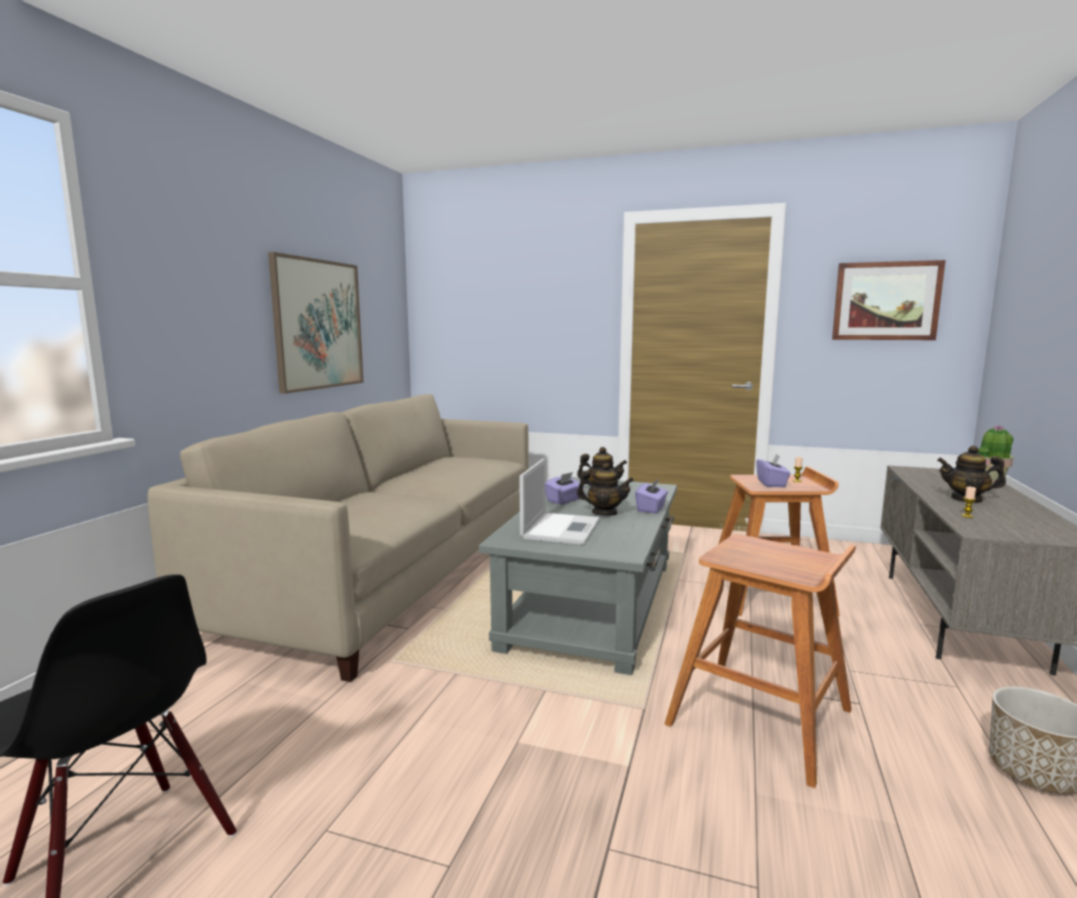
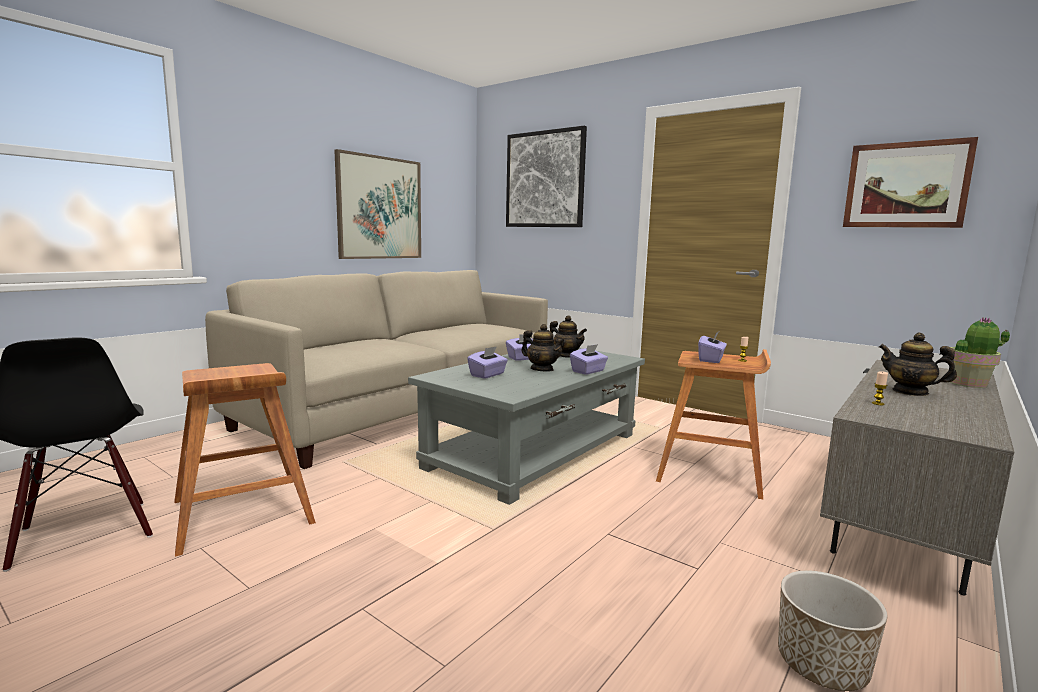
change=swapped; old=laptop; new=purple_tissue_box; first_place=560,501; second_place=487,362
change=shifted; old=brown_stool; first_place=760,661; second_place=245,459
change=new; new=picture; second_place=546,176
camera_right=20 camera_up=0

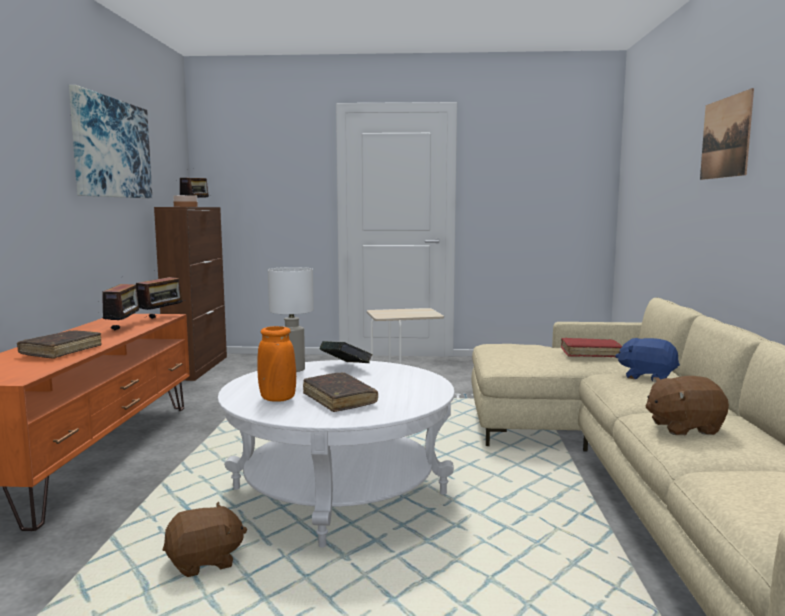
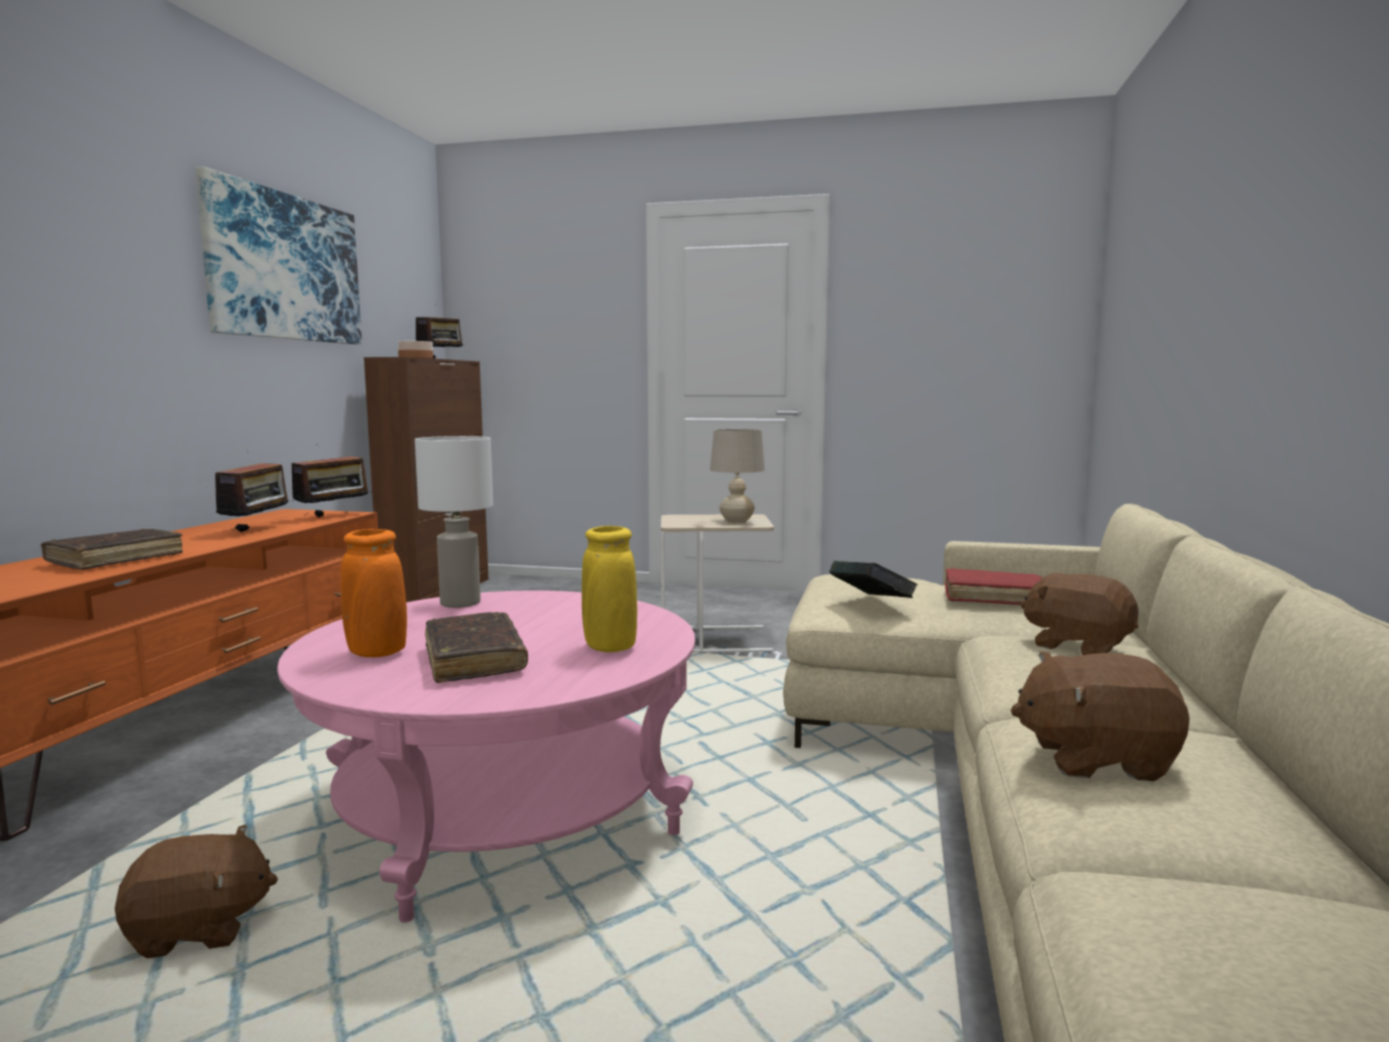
change=gone; old=picture; first_place=727,134
change=repainted; old=blue_plush_toy; new=brown_plush_toy; first_place=648,360; second_place=1079,614
change=shifted; old=book; first_place=346,352; second_place=873,579
change=repainted; old=white_coffee_table; new=pink_coffee_table; first_place=336,453; second_place=486,756
change=new; new=beige_table_lamp; second_place=737,476
change=new; new=yellow_vase; second_place=609,589
camera_right=10 camera_up=0

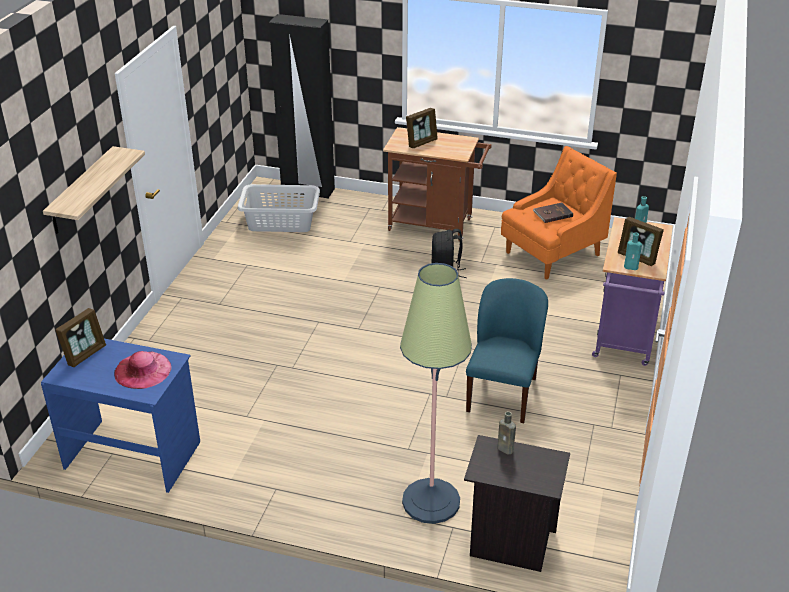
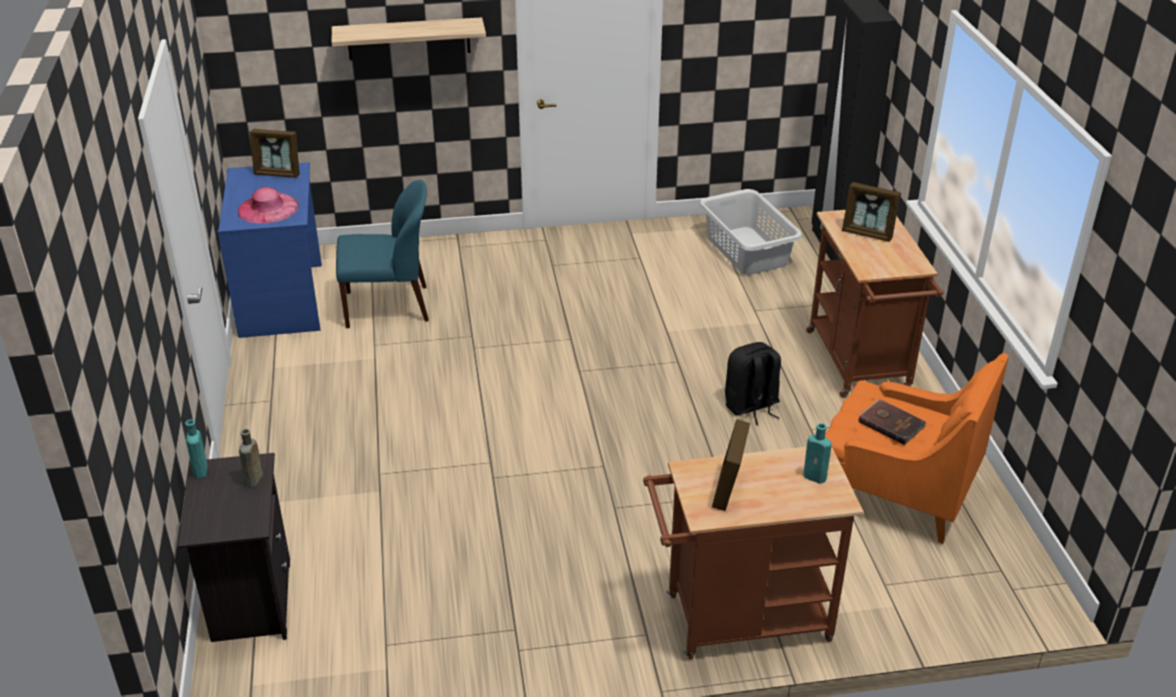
change=repainted; old=purple_cart; new=brown_cart; first_place=632,291; second_place=753,552
change=shifted; old=turquoise_bottle; first_place=633,251; second_place=196,449
change=gone; old=floor_lamp; first_place=436,393
change=shifted; old=blue_chair; first_place=507,350; second_place=382,254
camera_right=65 camera_up=0

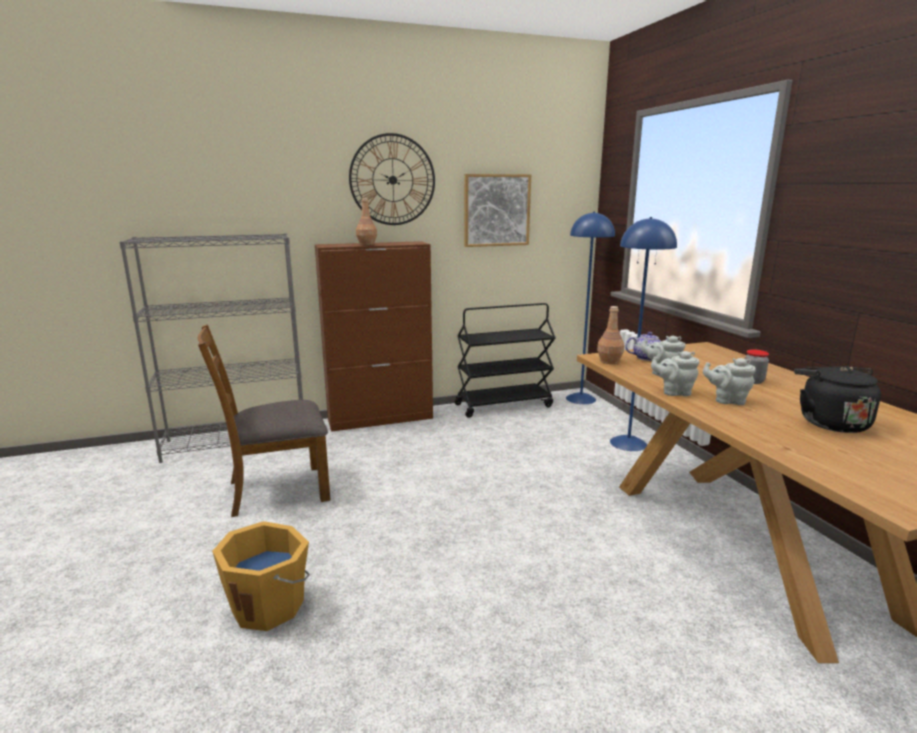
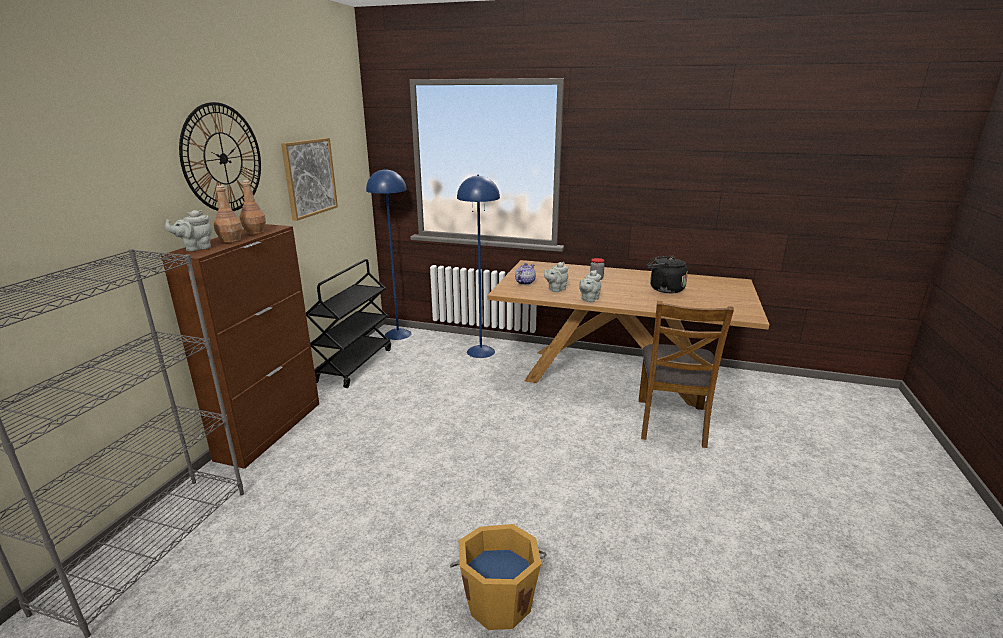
change=shifted; old=brown_bottle; first_place=610,335; second_place=252,207
change=shifted; old=brown_chair; first_place=264,420; second_place=686,374
change=shifted; old=grey_teapot; first_place=729,381; second_place=188,230
camera_right=-55 camera_up=5

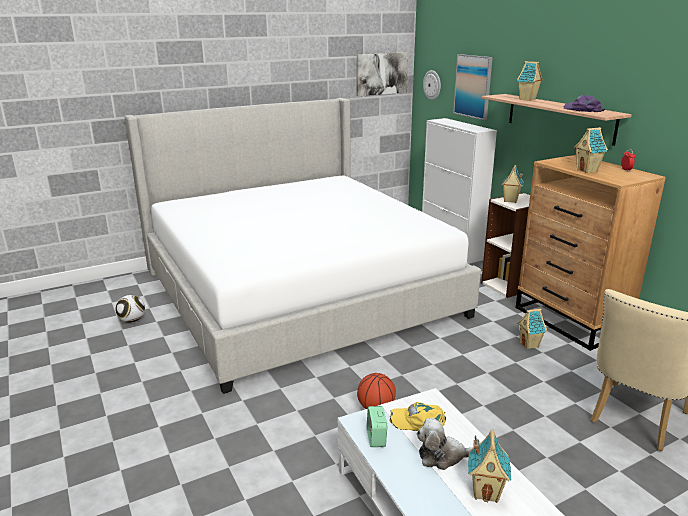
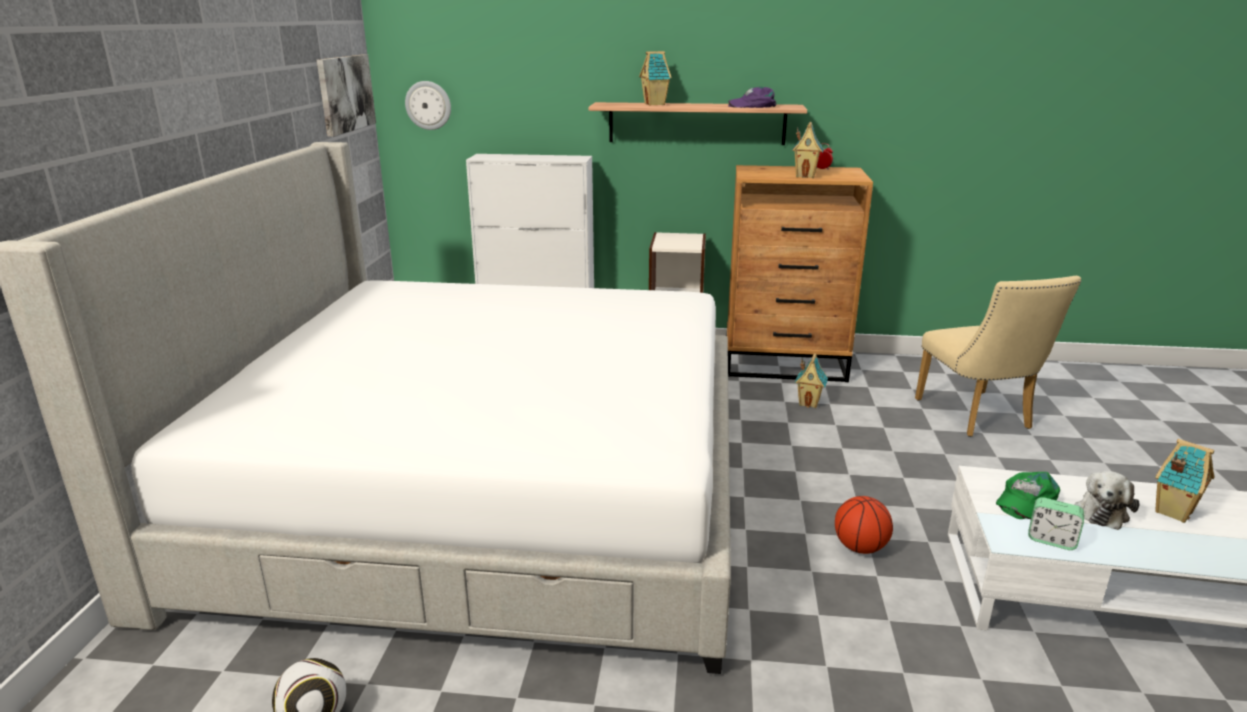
change=gone; old=picture; first_place=473,87
change=gone; old=toy_house; first_place=512,184
change=repainted; old=yellow_cap; new=green_cap; first_place=418,416; second_place=1028,495
camera_right=-55 camera_up=0

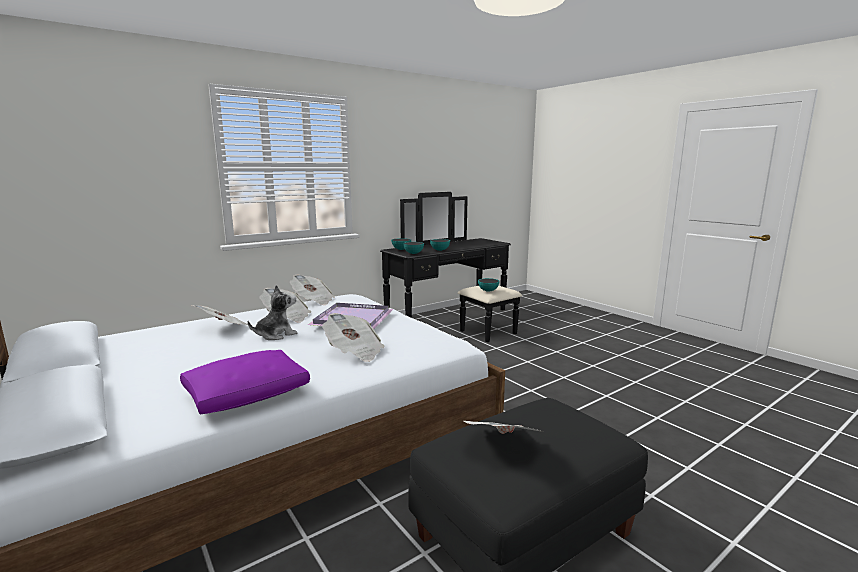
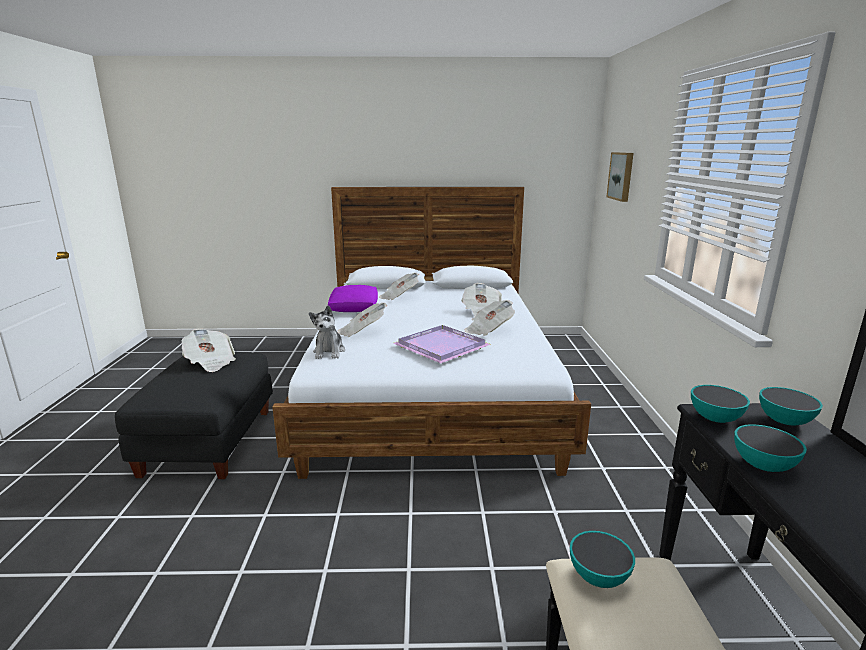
change=shifted; old=newspaper; first_place=312,290; second_place=399,286
change=shifted; old=plush_toy; first_place=272,312; second_place=327,332
change=new; new=picture; second_place=620,177
camera_right=125 camera_up=5

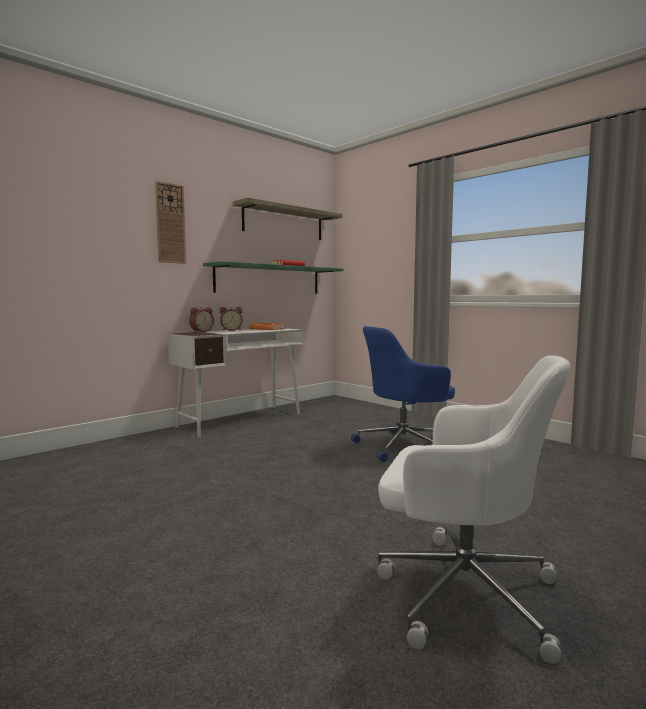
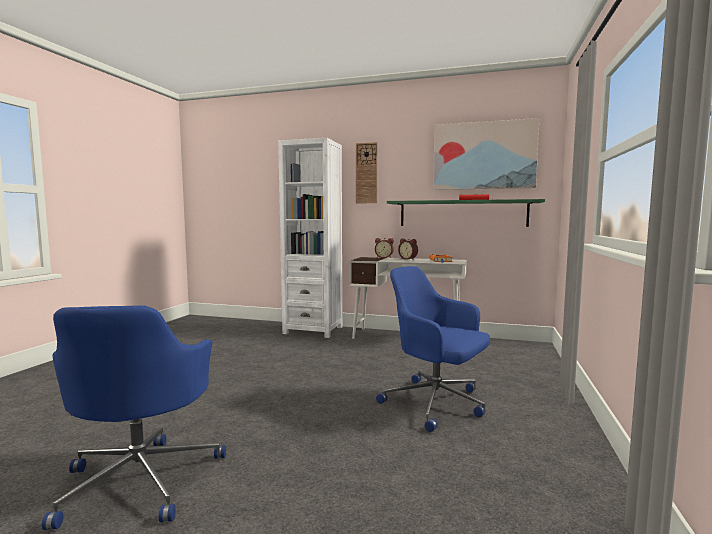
change=swapped; old=shelf; new=picture; first_place=287,218; second_place=486,154
change=repainted; old=white_office_chair; new=blue_office_chair; first_place=474,509; second_place=134,417
change=new; new=white_bookcase; second_place=310,238
camera_right=60 camera_up=0

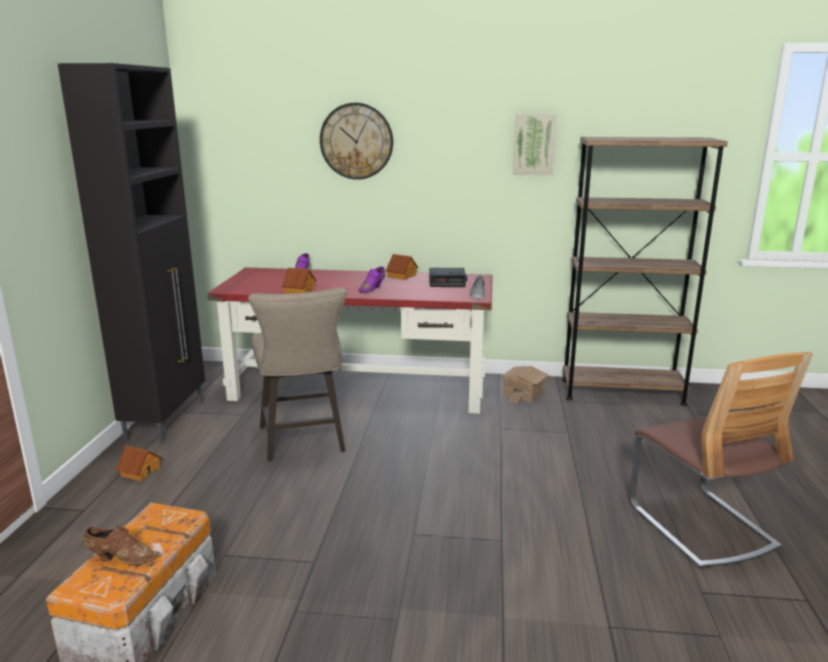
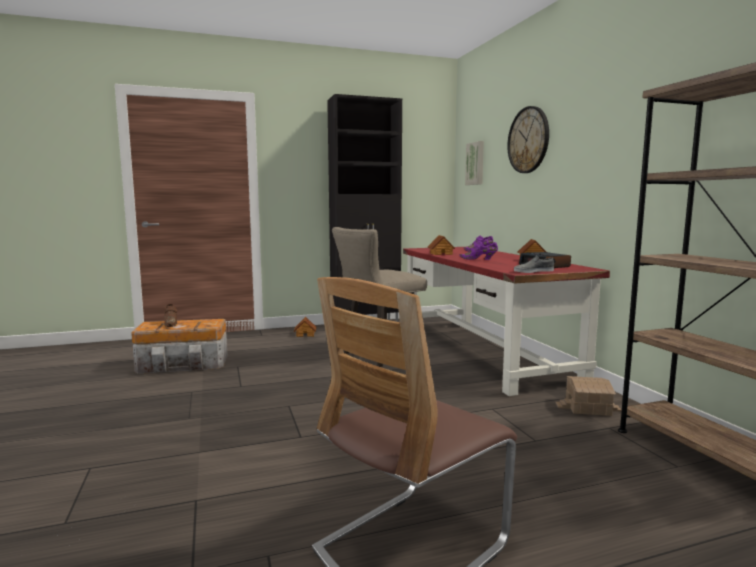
change=shifted; old=picture; first_place=535,144; second_place=474,163
camera_right=65 camera_up=-10

